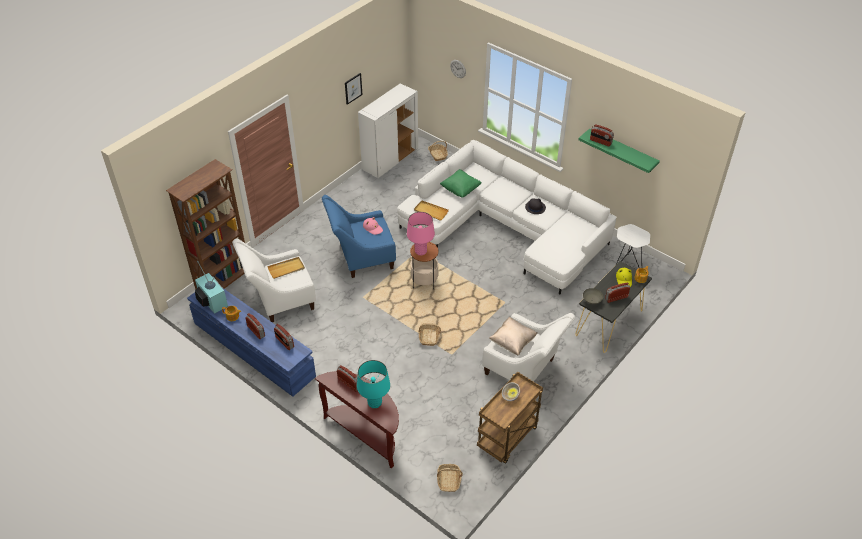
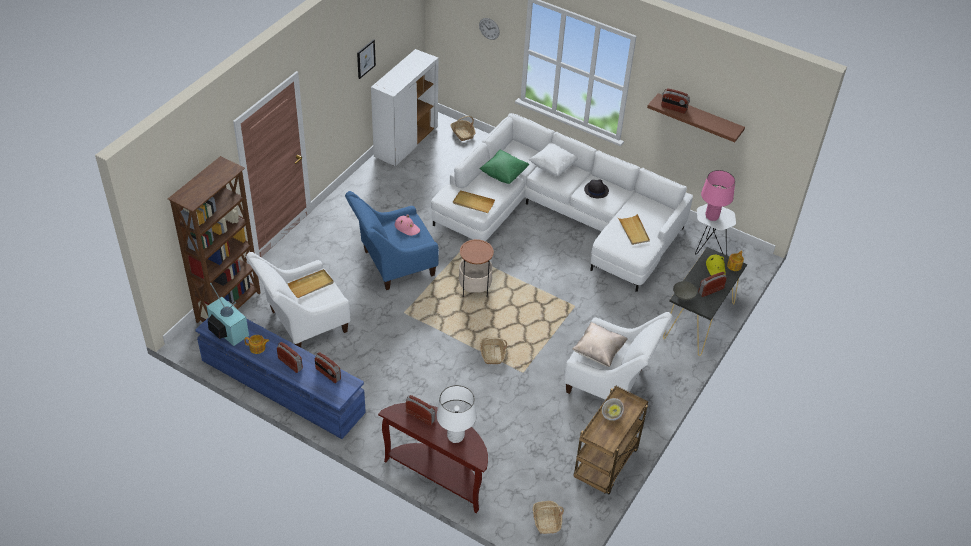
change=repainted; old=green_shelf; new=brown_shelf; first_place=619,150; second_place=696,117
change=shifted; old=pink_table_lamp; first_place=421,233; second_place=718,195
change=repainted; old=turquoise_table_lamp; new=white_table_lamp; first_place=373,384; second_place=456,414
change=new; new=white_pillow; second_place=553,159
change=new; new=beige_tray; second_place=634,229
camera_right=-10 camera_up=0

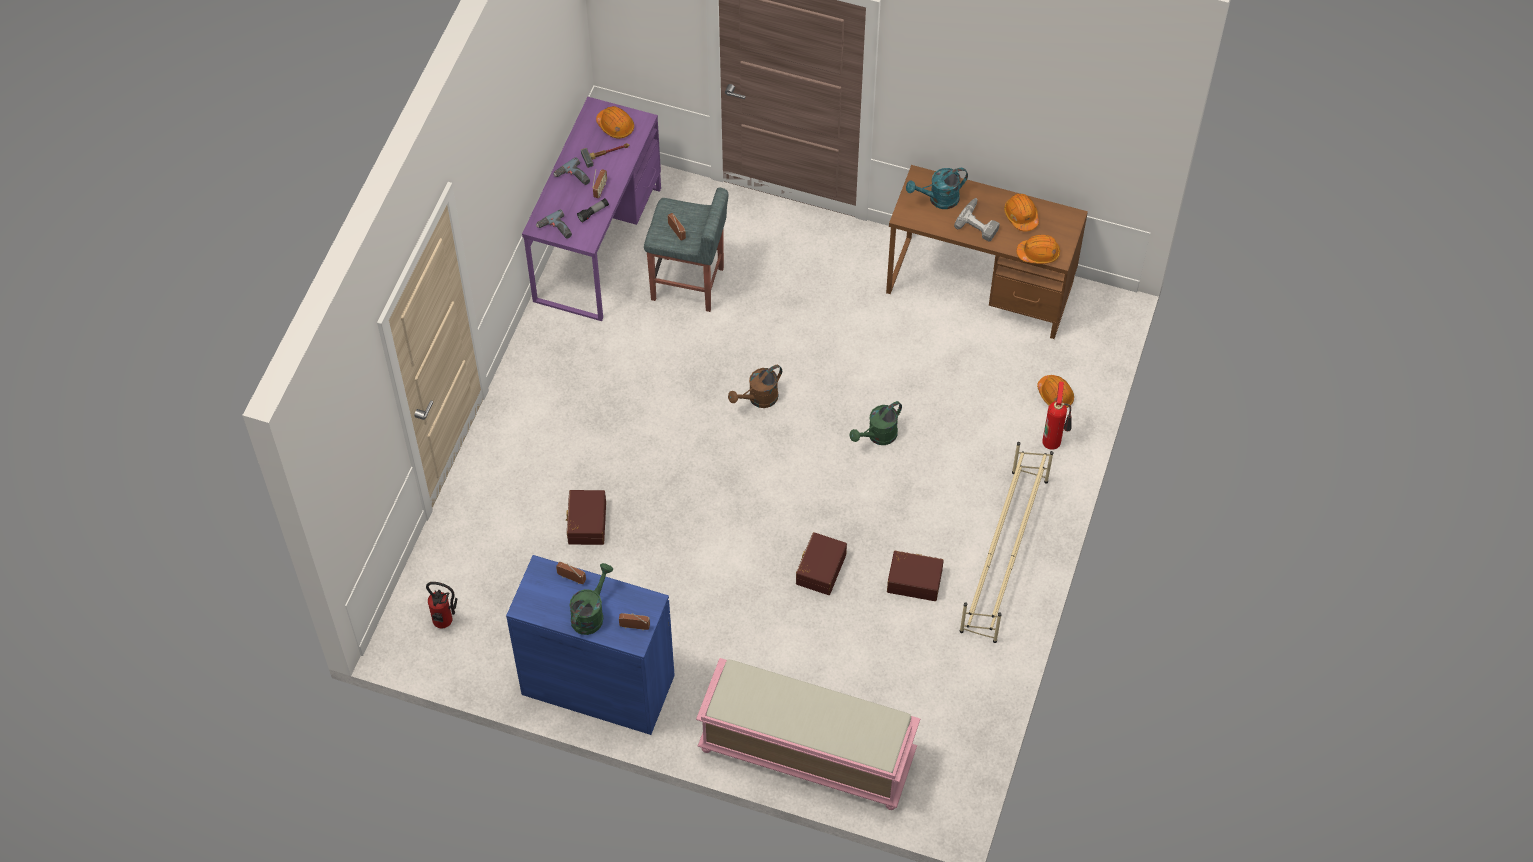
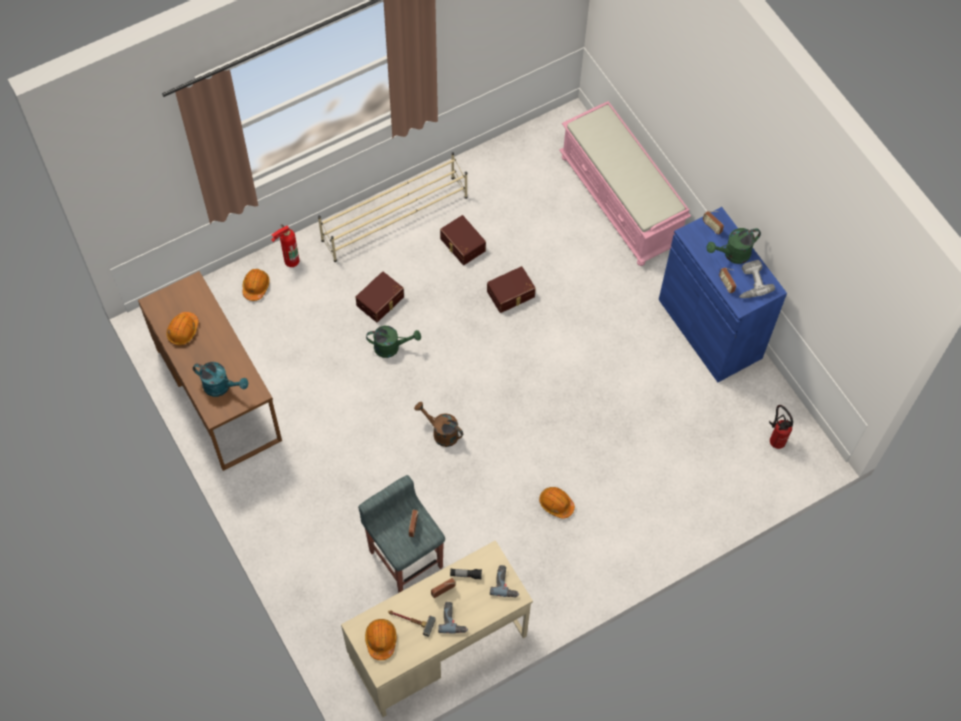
change=repainted; old=purple_desk; new=beige_desk; first_place=591,209; second_place=437,628
change=shifted; old=power_drill; first_place=977,220; second_place=757,279
change=shifted; old=orange_hard_hat; first_place=1038,249; second_place=557,503
change=rotated; old=brown_watering_can; first_place=755,386; second_place=438,424; degrees=-150
change=shifted; old=brown_storage_box; first_place=586,517; second_place=380,296
camera_right=-140 camera_up=5

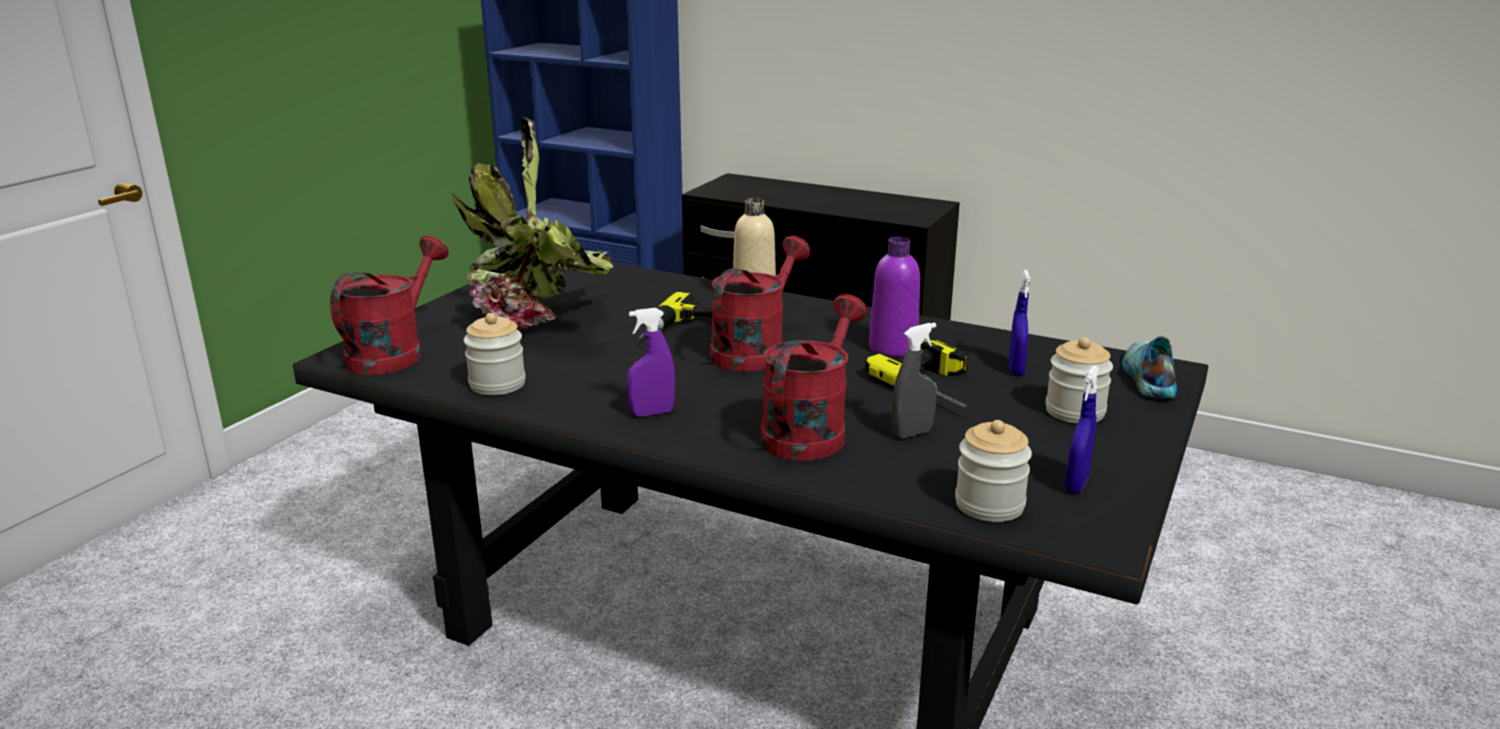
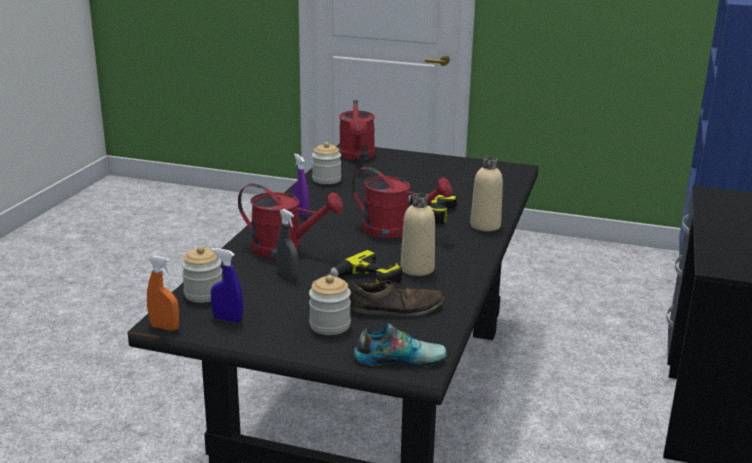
change=gone; old=potted_plant; first_place=532,223
change=rotated; old=red_watering_can; first_place=389,305; second_place=357,130; degrees=75
change=repainted; old=purple_bottle; new=beige_bottle; first_place=894,297; second_place=418,234
change=swapped; old=blue_spray_bottle; new=brown_shoe; first_place=1019,322; second_place=396,298
change=new; new=orange_spray_bottle; second_place=163,293
camera_right=80 camera_up=0

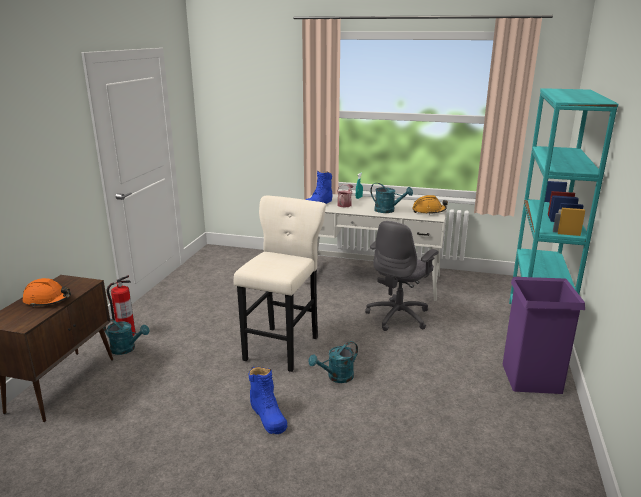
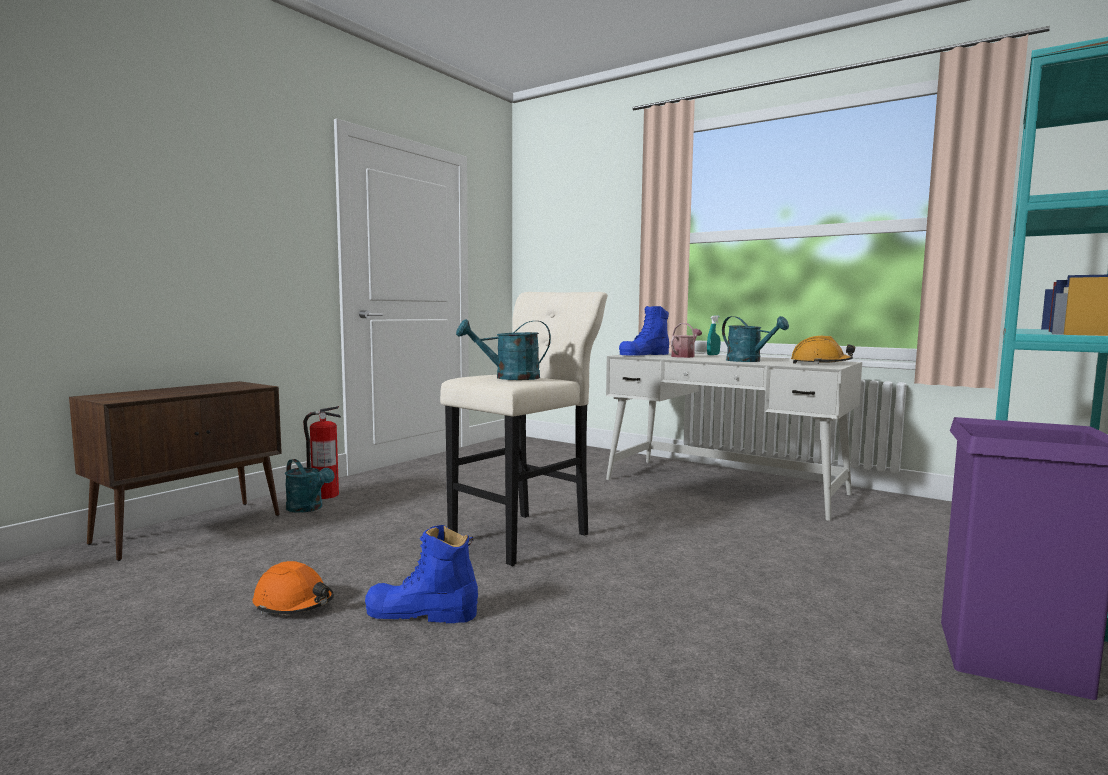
change=gone; old=grey_office_chair; first_place=401,276
change=shifted; old=orange_hard_hat; first_place=47,292; second_place=293,587
change=shifted; old=turquoise_watering_can; first_place=333,362; second_place=503,349
change=rotated; old=blue_boot; first_place=268,400; second_place=421,574; degrees=105
camera_right=20 camera_up=-15

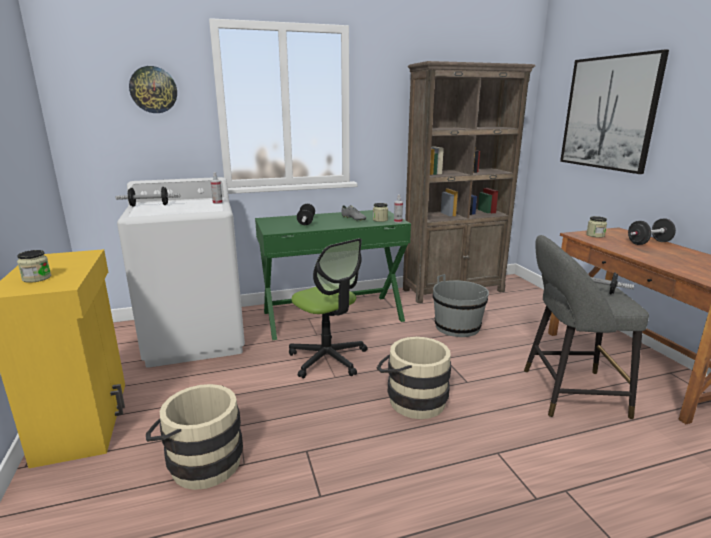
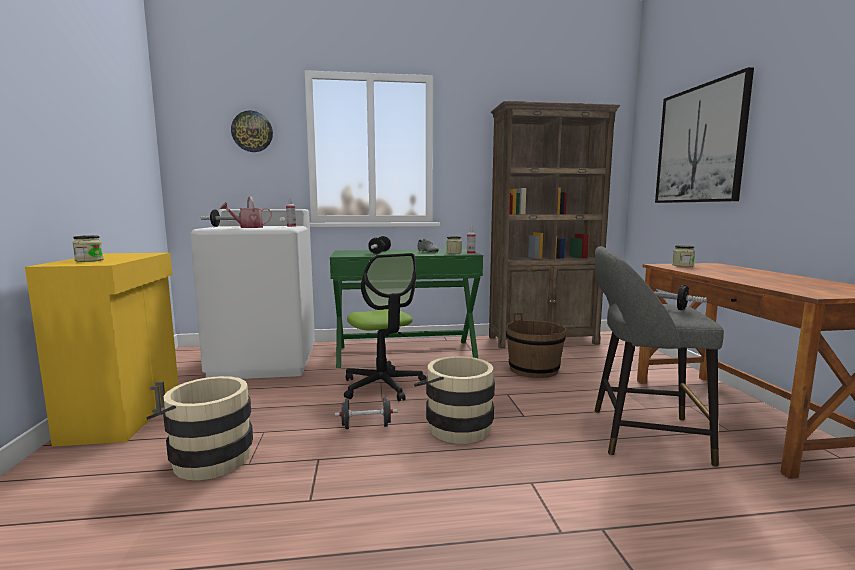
change=shifted; old=black_dumbbell; first_place=652,231; second_place=366,412
change=repainted; old=grey_bucket; new=brown_bucket; first_place=461,305; second_place=536,345
change=new; new=watering_can; second_place=246,212
camera_right=10 camera_up=-10

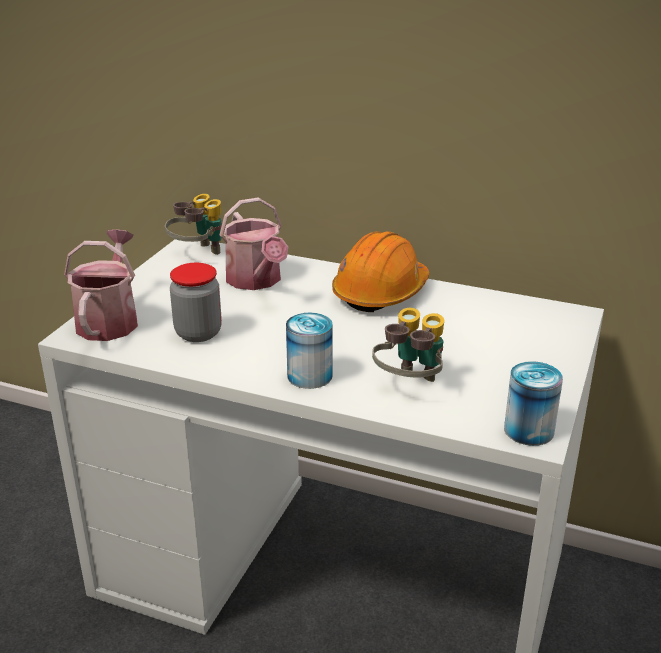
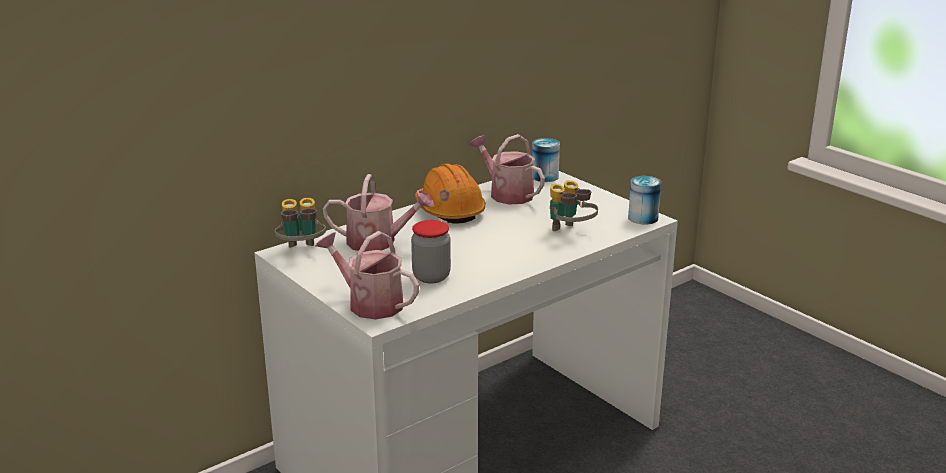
change=shifted; old=can; first_place=309,351; second_place=546,160
change=new; new=watering_can; second_place=507,169
camera_right=-60 camera_up=-5

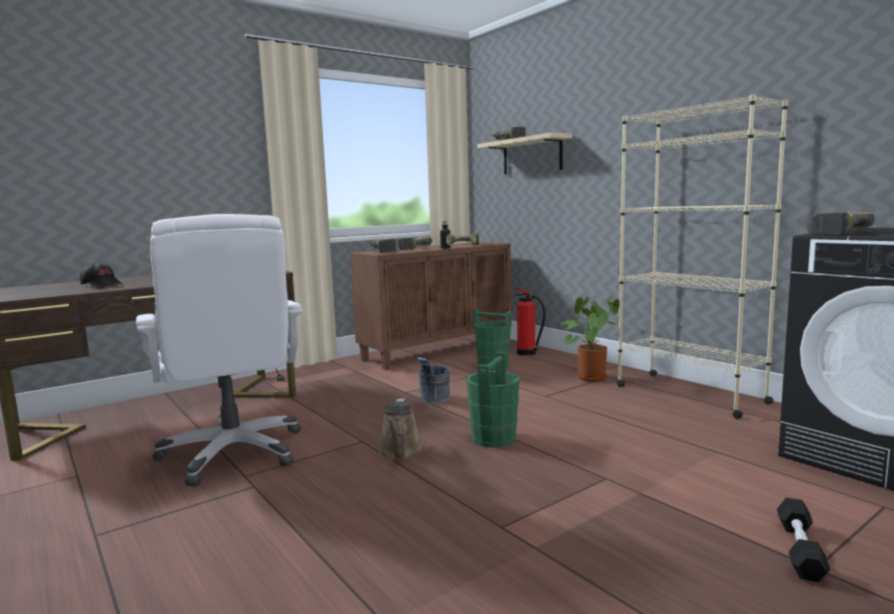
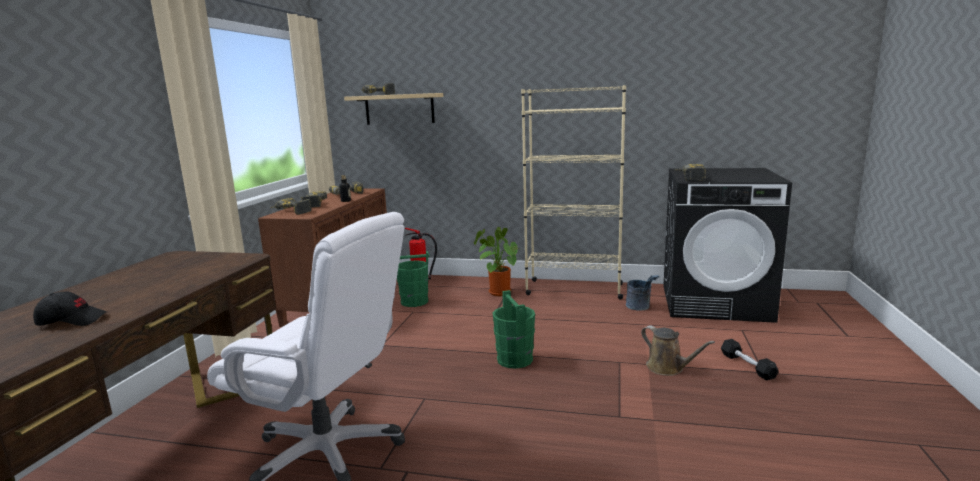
change=shifted; old=grey_bucket; first_place=433,380; second_place=643,293
change=shifted; old=brown_watering_can; first_place=401,430; second_place=678,351
camera_right=-40 camera_up=5

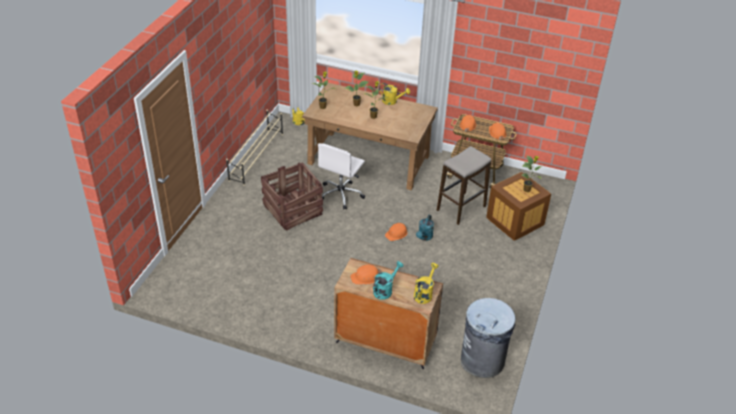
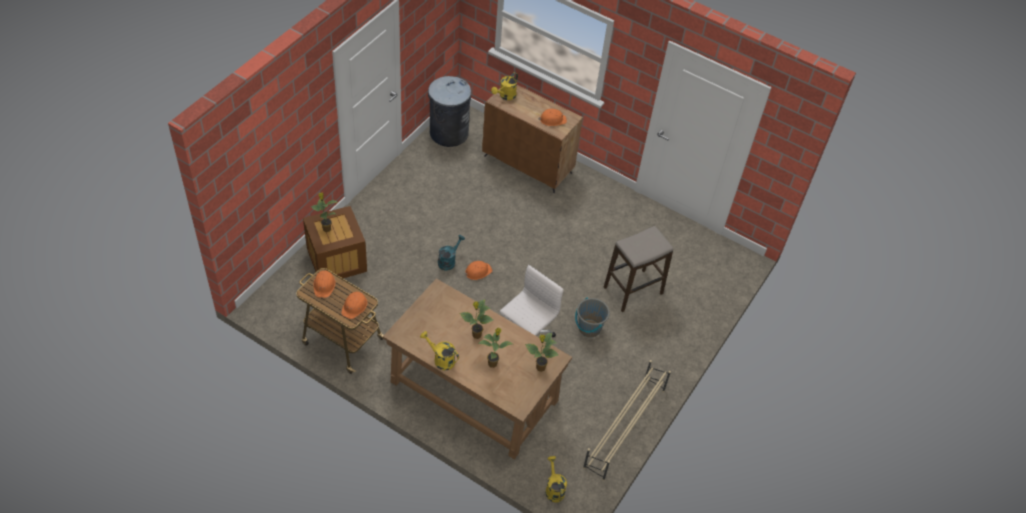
change=shifted; old=stool; first_place=464,185; second_place=638,269
change=swapped; old=crate; new=grey_bucket; first_place=292,196; second_place=592,317
change=gone; old=turquoise_watering_can; first_place=388,280
camera_right=-170 camera_up=10

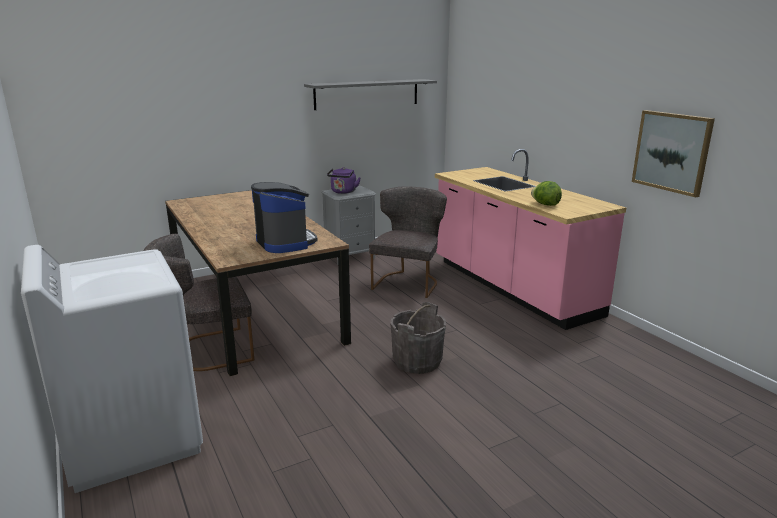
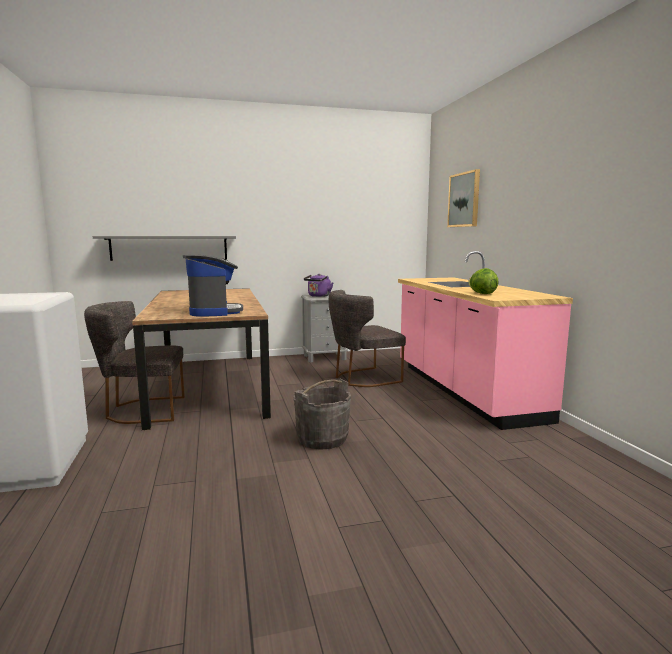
change=shifted; old=grey_shelf; first_place=370,94; second_place=164,248
change=shifted; old=picture; first_place=673,153; second_place=463,198
change=rotated; old=grey_chair; first_place=408,242; second_place=367,338; degrees=-150
camera_right=15 camera_up=-10

